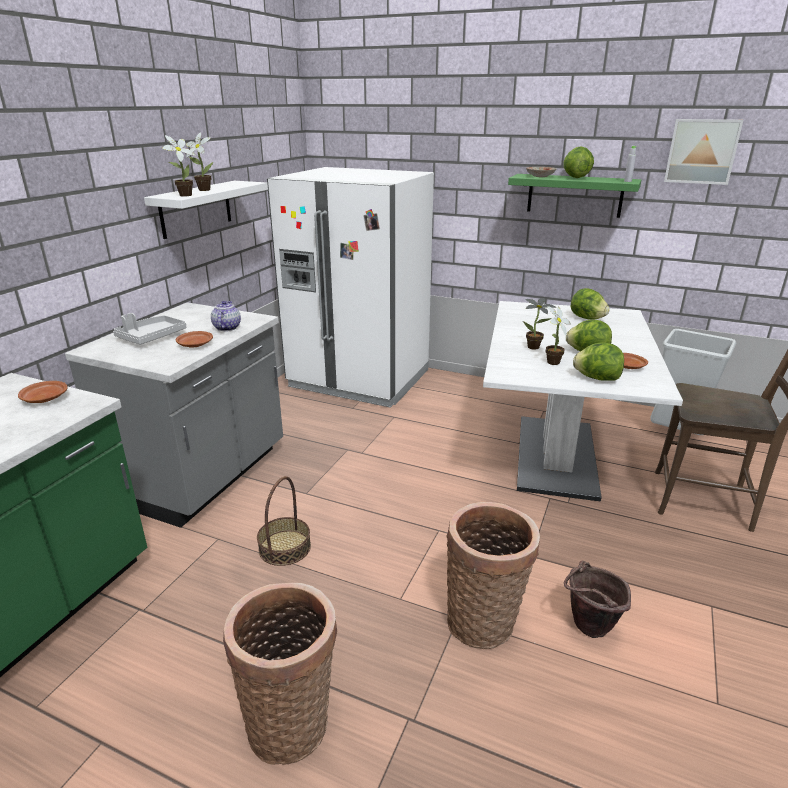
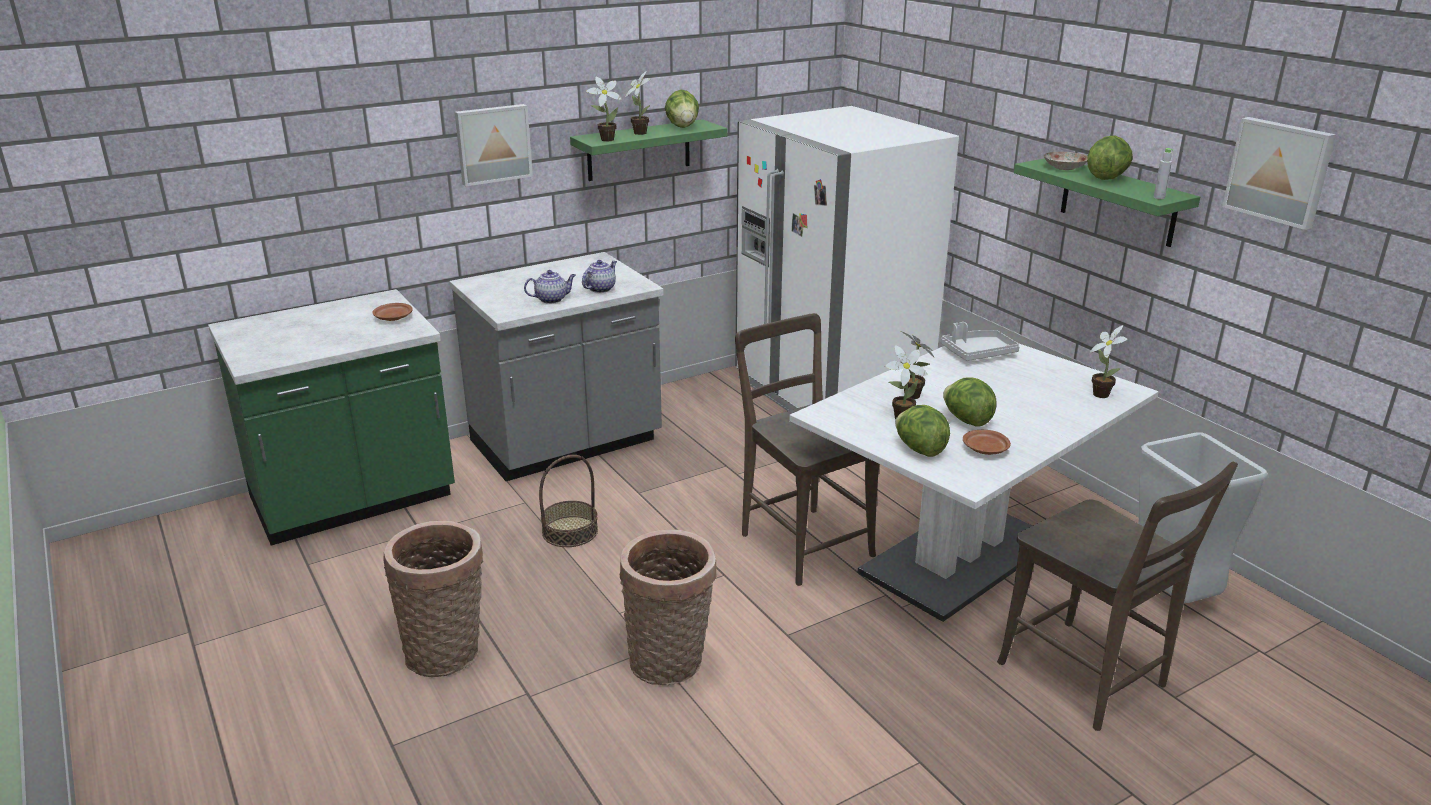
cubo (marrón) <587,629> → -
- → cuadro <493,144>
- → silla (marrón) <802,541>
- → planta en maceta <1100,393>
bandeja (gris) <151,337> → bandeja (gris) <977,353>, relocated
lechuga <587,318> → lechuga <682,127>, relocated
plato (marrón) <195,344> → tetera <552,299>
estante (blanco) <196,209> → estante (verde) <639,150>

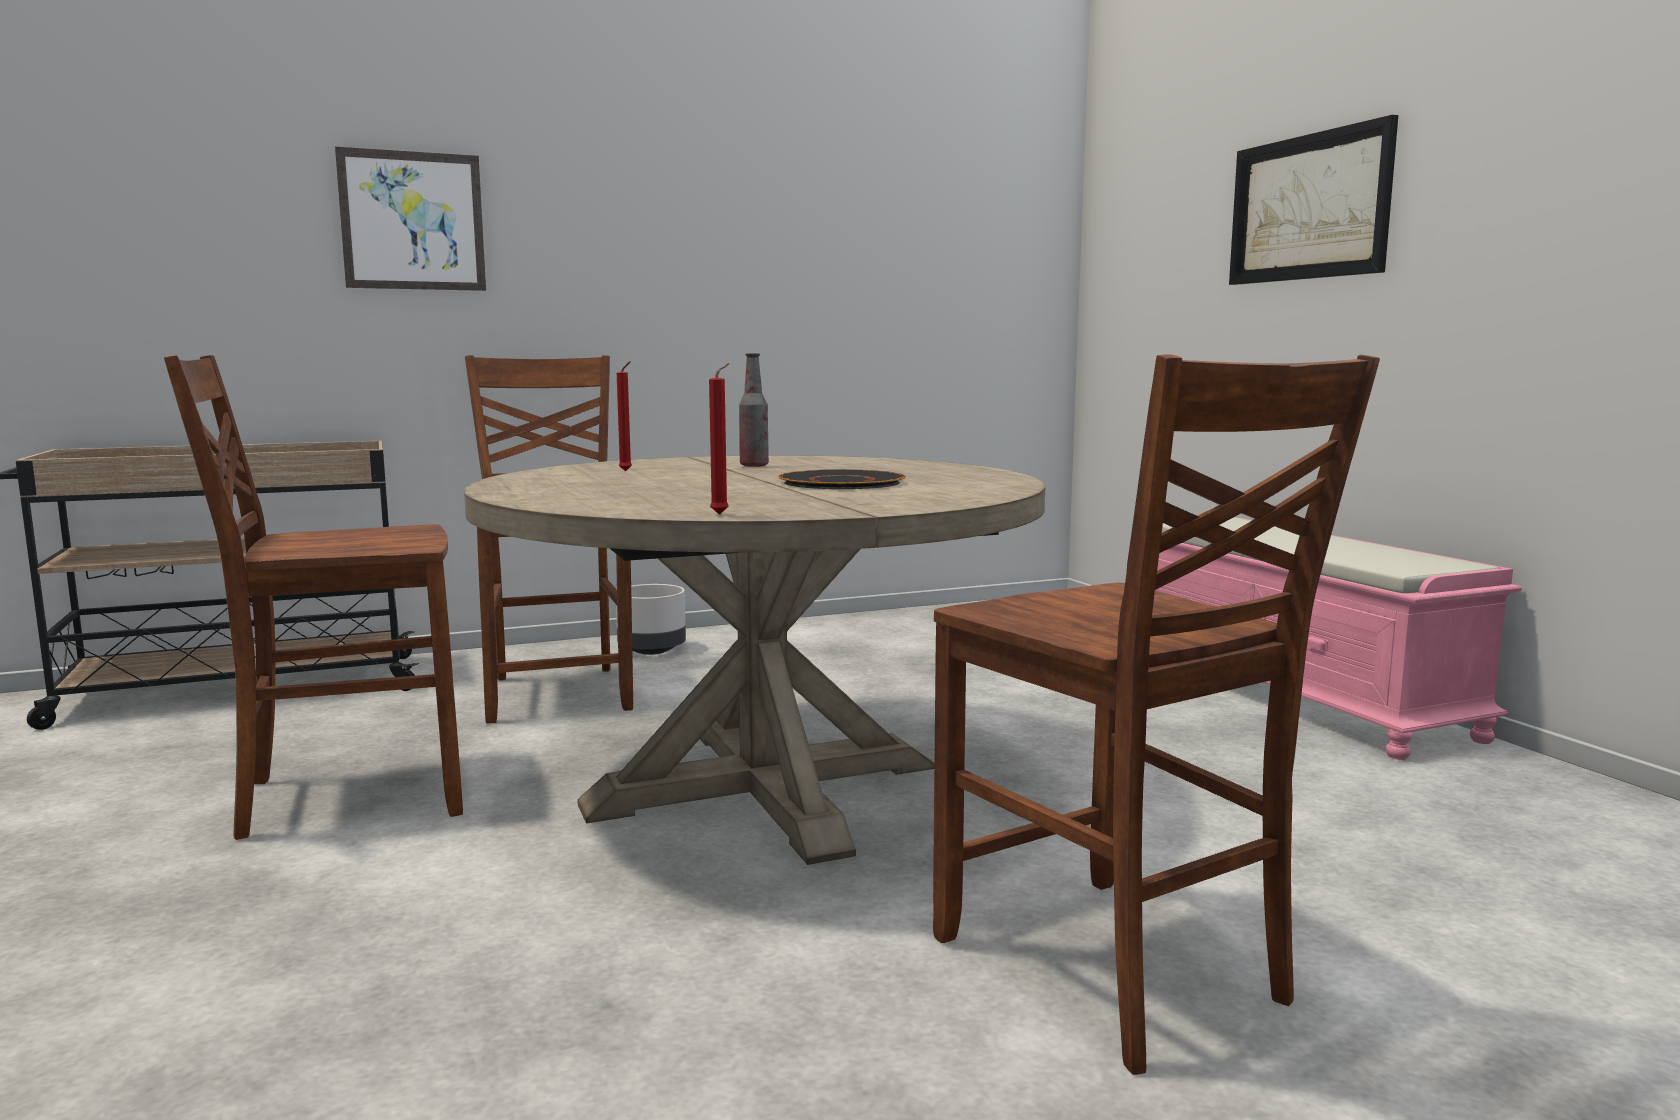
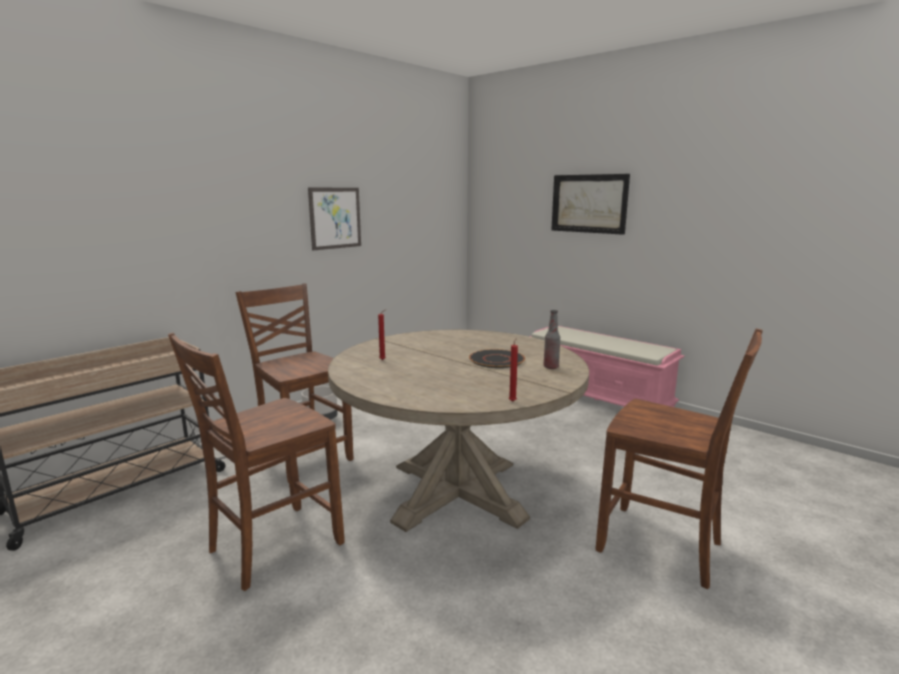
cuadro <412,221> → cuadro <335,218>, relocated
botella <754,465> → botella <551,367>, relocated

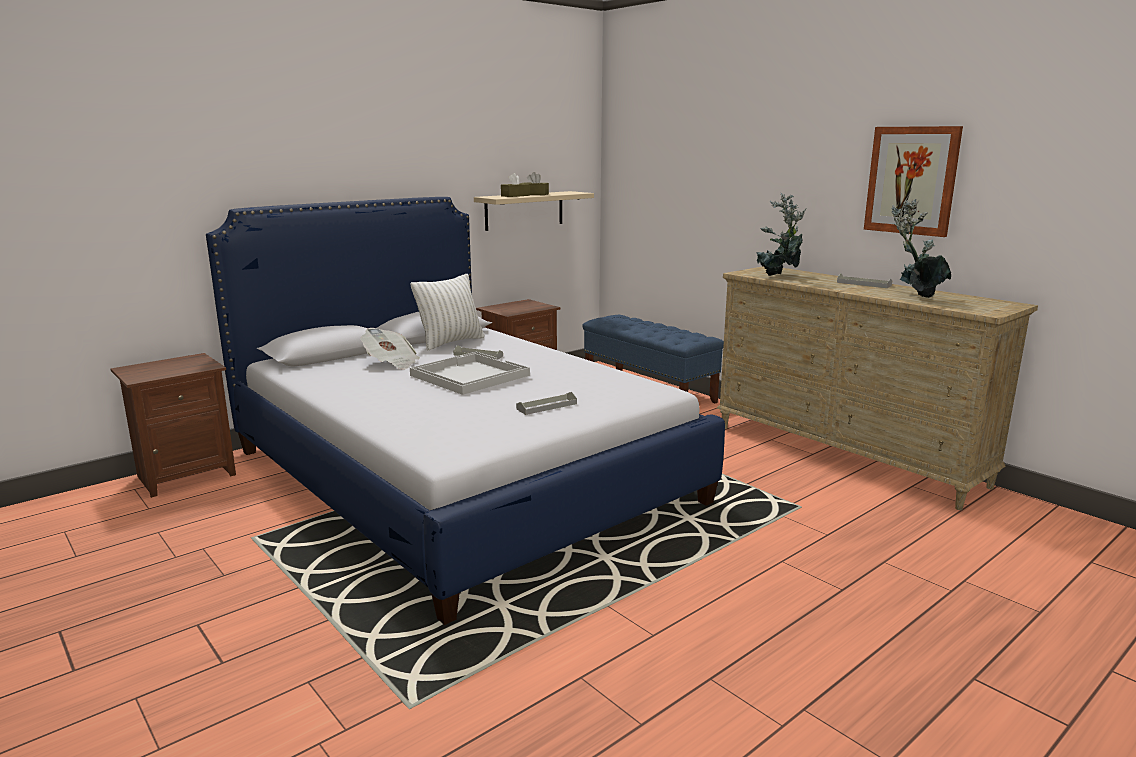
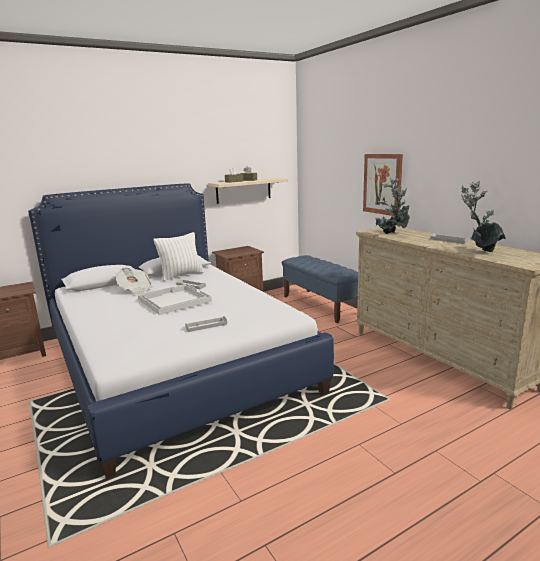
cuadro <911,180> → cuadro <382,184>, relocated

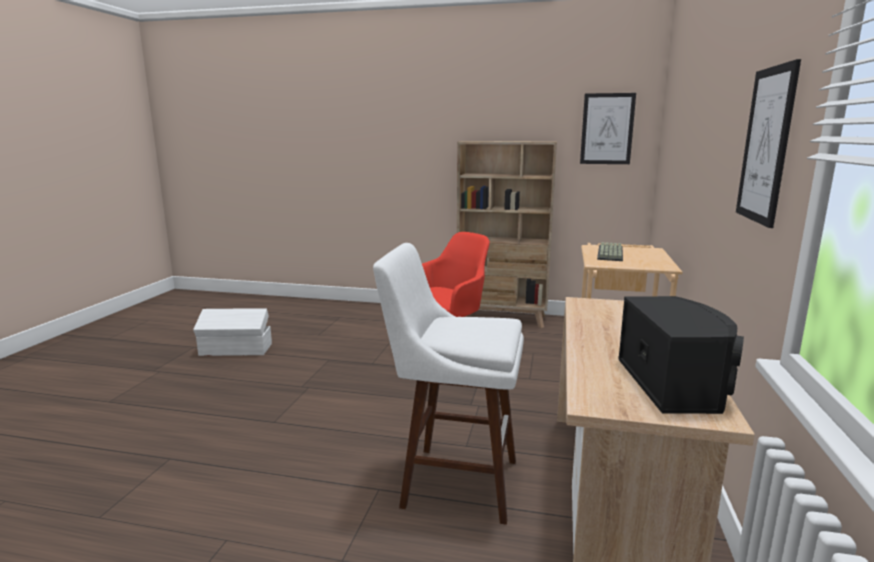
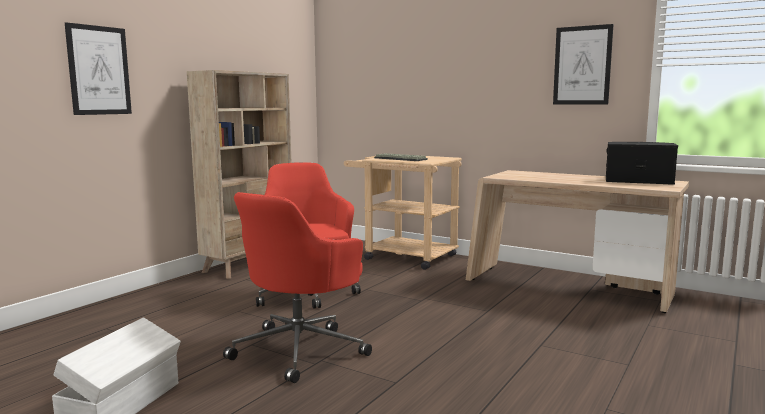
taburete (blanco) <452,481> → -
- → silla de oficina (rojo) <300,349>
cuadro <607,129> → cuadro <99,70>, relocated

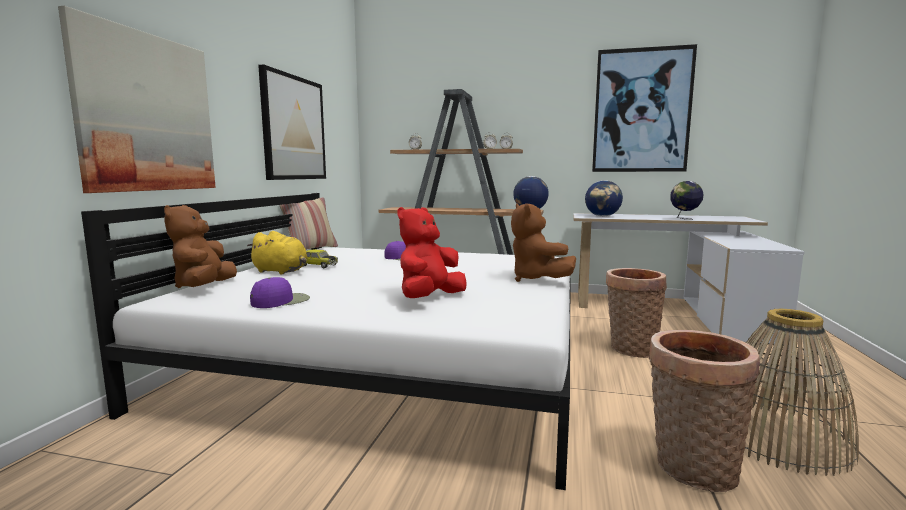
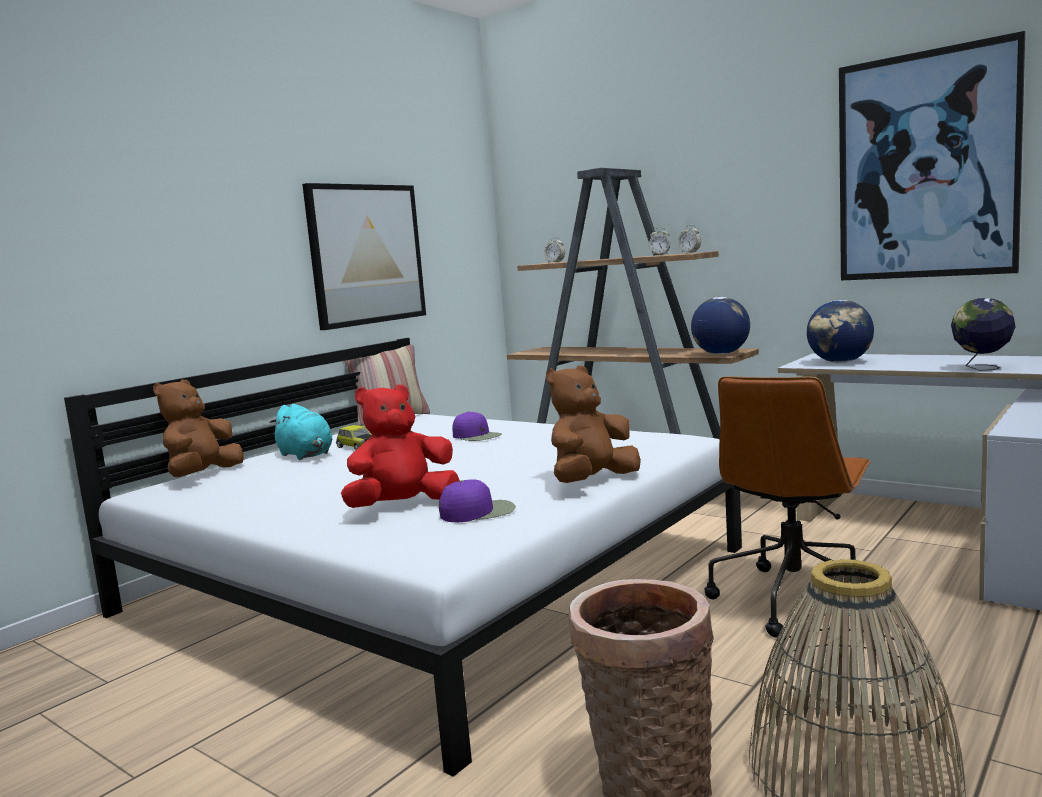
cuadro <147,113> → -
gorra (morado) <281,301> → gorra (morado) <478,512>, relocated
cesta <630,348> → silla de oficina (marrón) <793,599>
peluche (amarillo) <281,271> → peluche (turquesa) <306,455>
peluche (marrón) <536,279> → peluche (marrón) <592,481>, 45 degrees clockwise

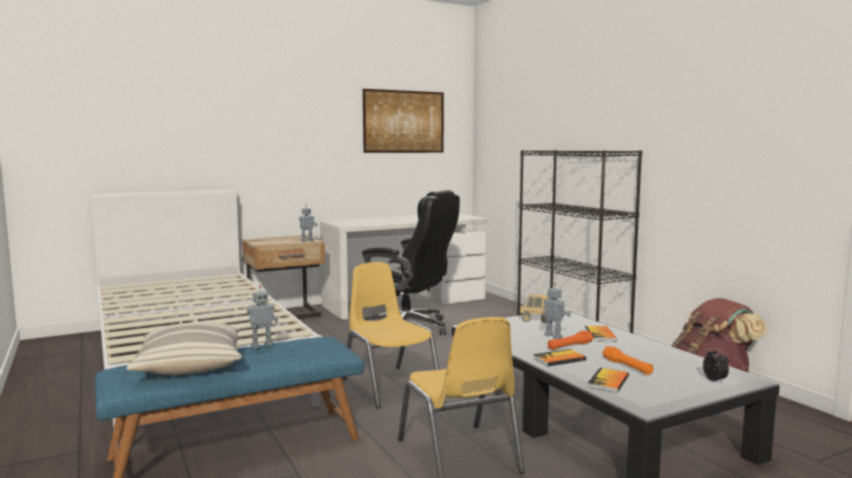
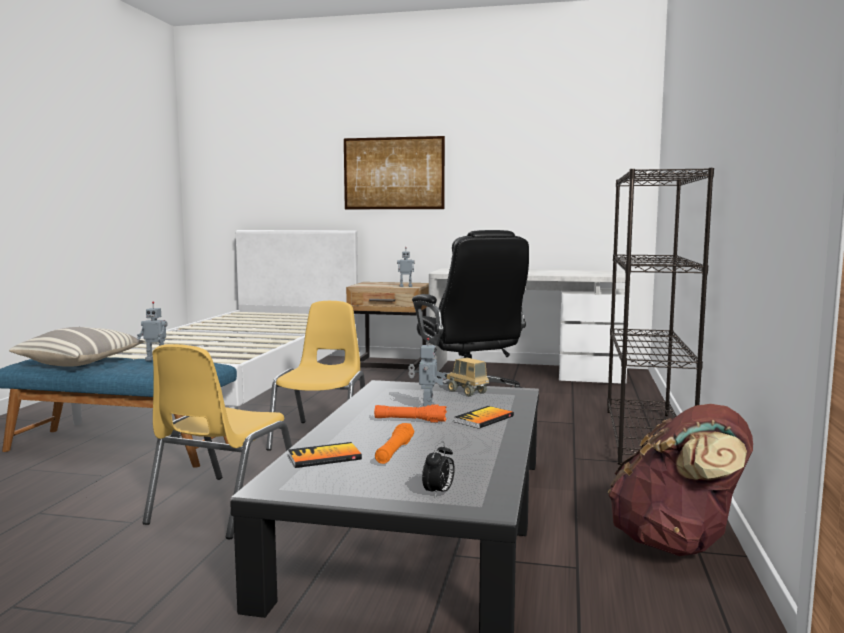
libro <559,359> → -
cuadro <404,121> → cuadro <393,173>, relocated

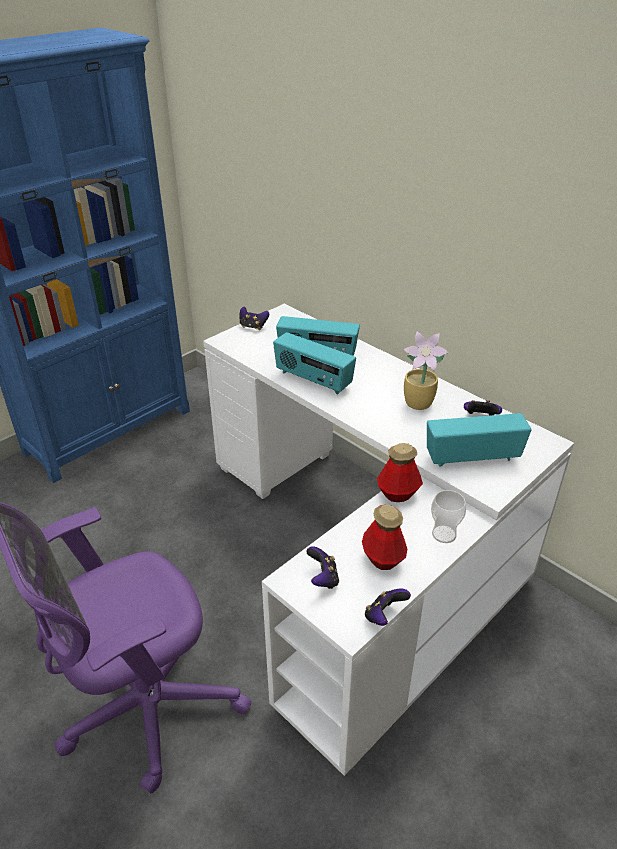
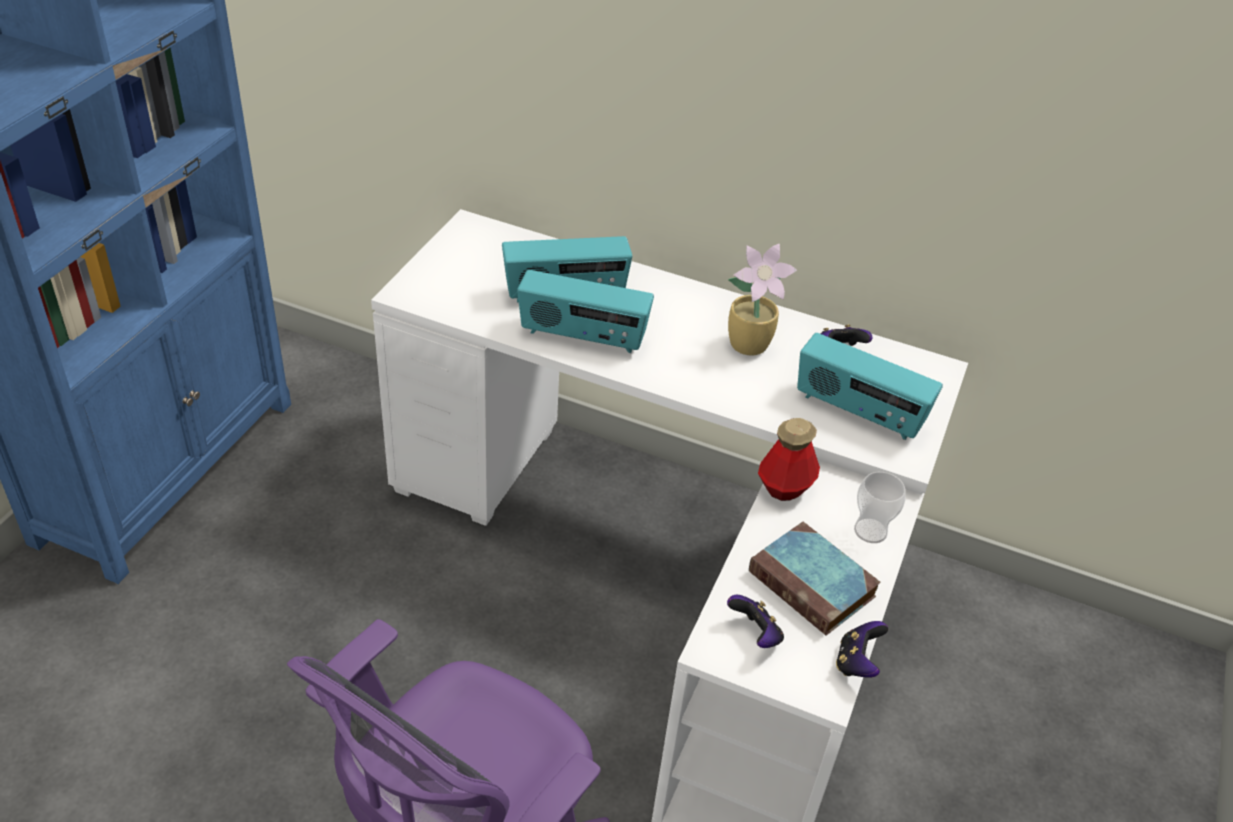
mando de consola <253,327> → -
botella <383,558> → libro <814,585>
radio <472,457> → radio <858,412>, 120 degrees counterclockwise

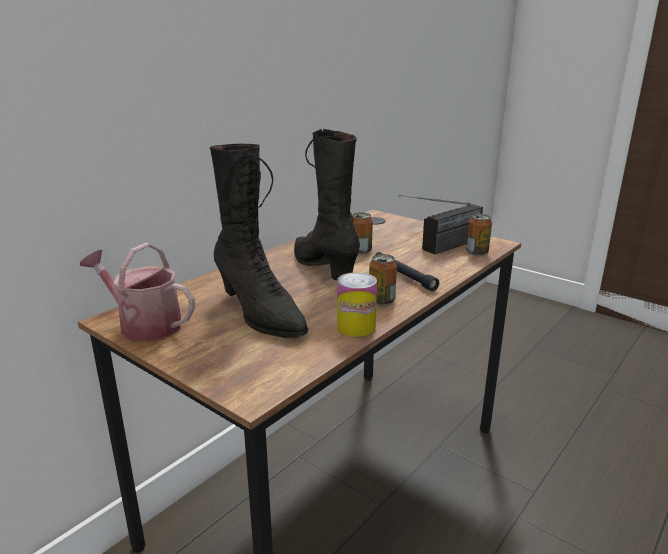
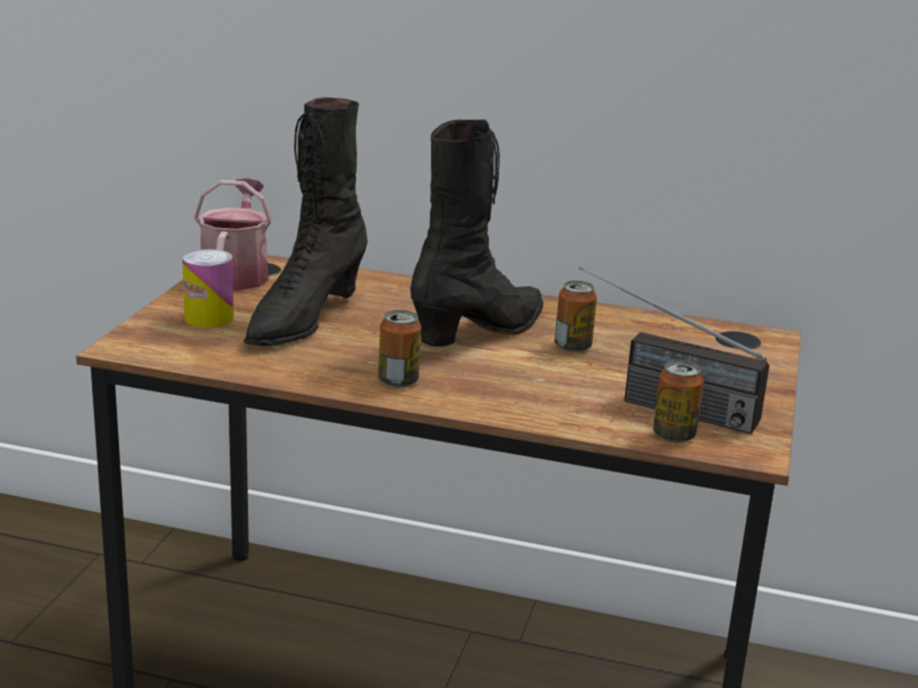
linterna (negro) <403,275> → -
lata <356,327> → lata <209,318>, relocated

